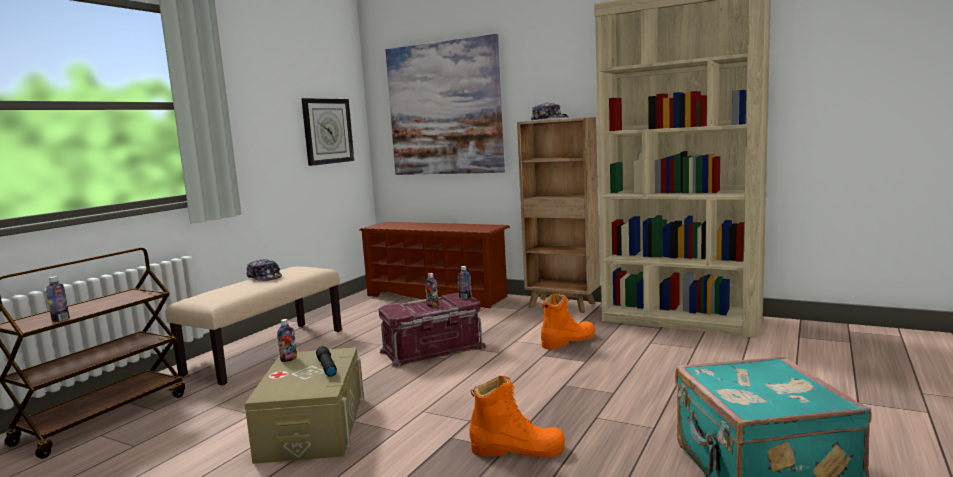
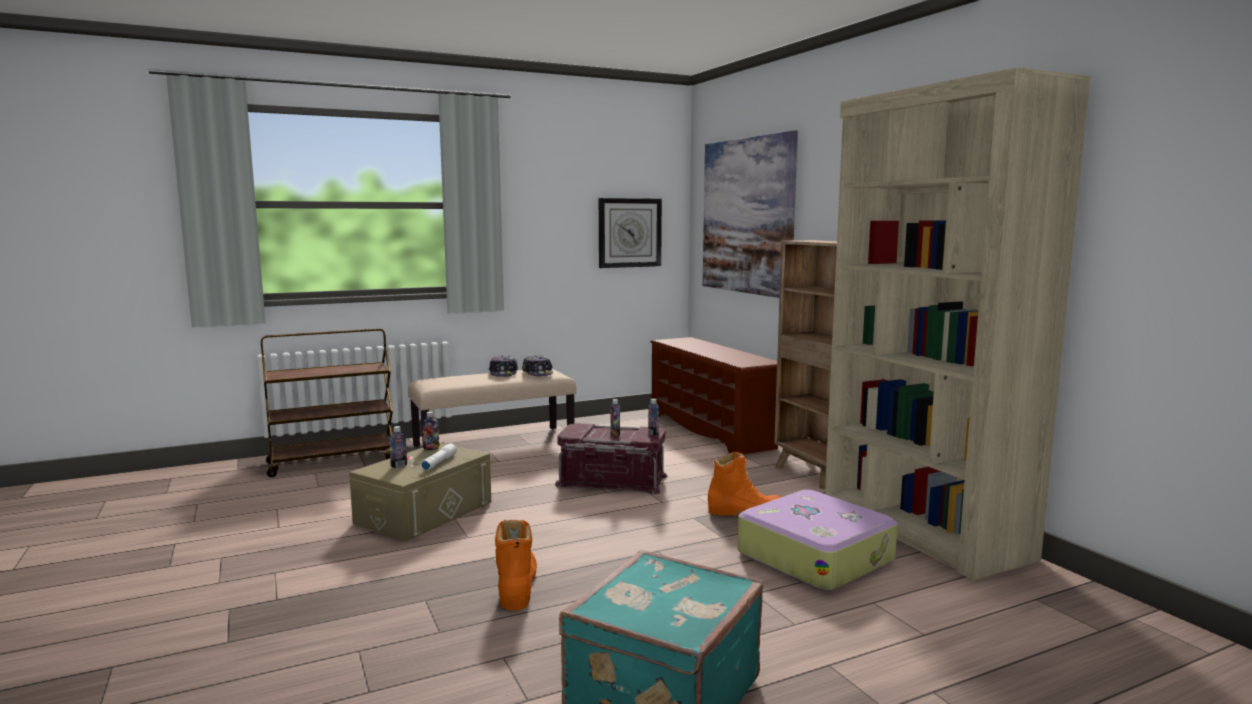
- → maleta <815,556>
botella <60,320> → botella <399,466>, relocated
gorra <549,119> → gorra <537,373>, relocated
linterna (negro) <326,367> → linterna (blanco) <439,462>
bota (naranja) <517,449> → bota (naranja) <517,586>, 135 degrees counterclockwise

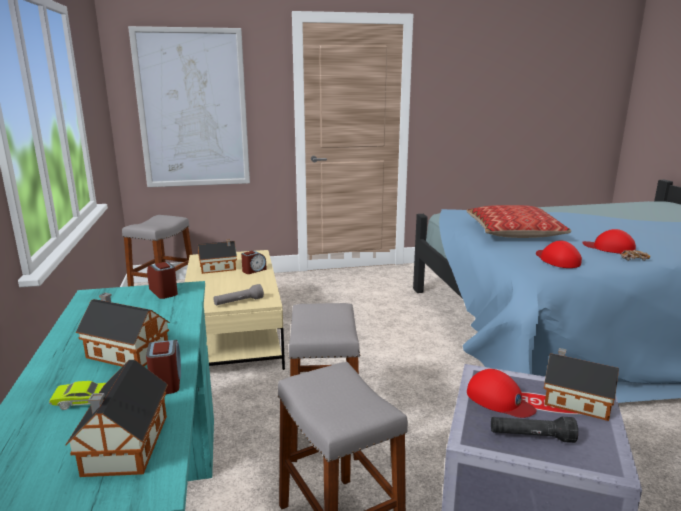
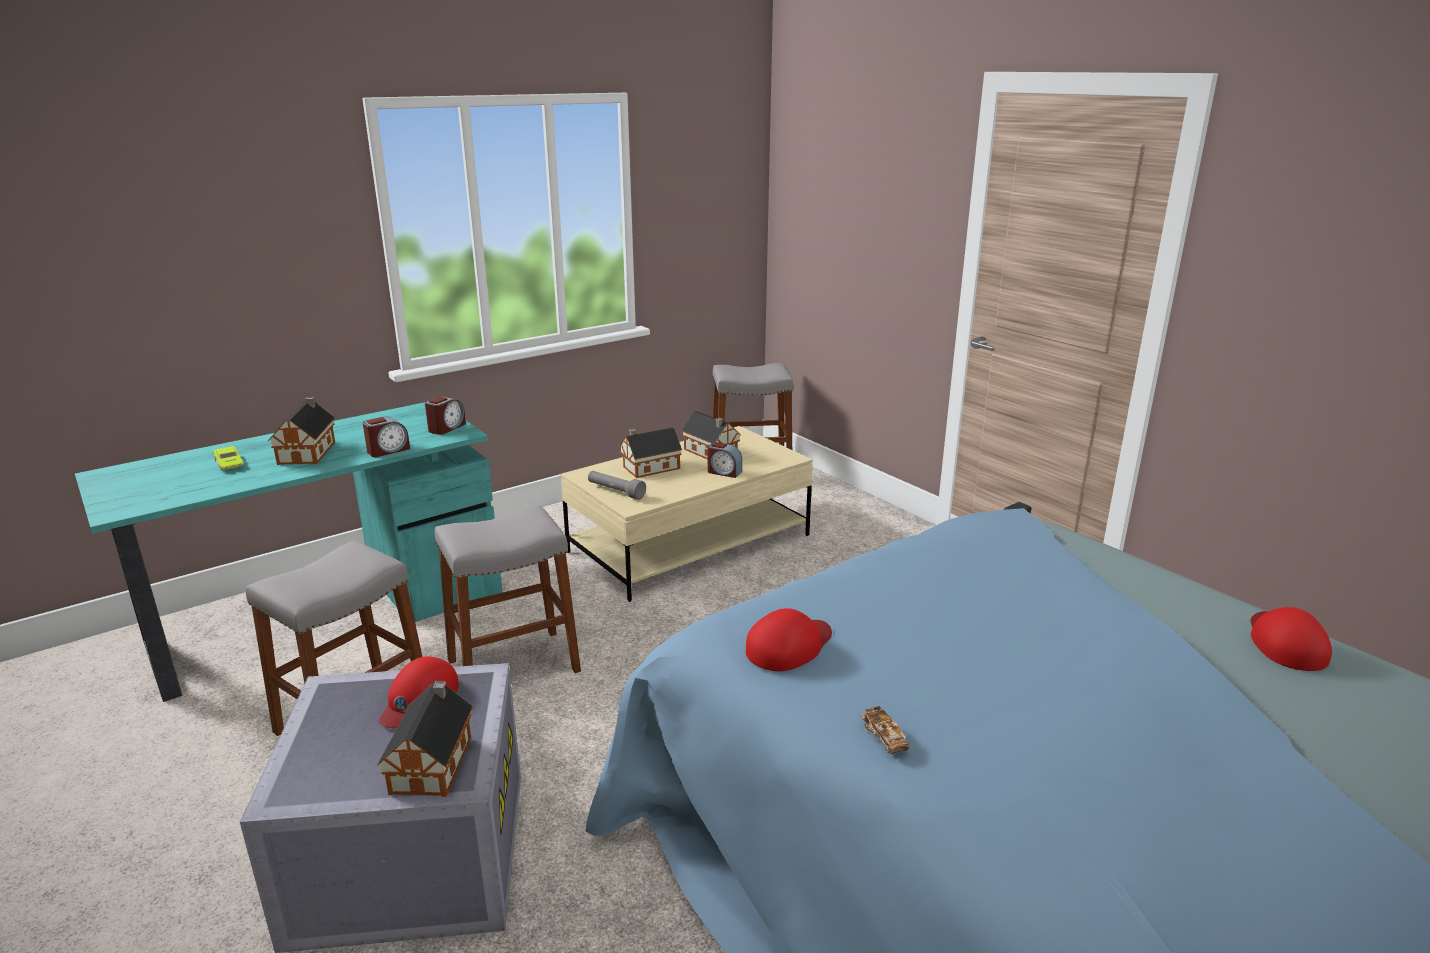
cuadro <193,109> → -
cojín <514,232> → -
linterna (negro) <531,437> → -
casita <124,447> → casita <649,468>, relocated
despertador <166,381> → despertador <388,450>, relocated
gorra (rojo) <609,248> → gorra (rojo) <1285,643>, relocated

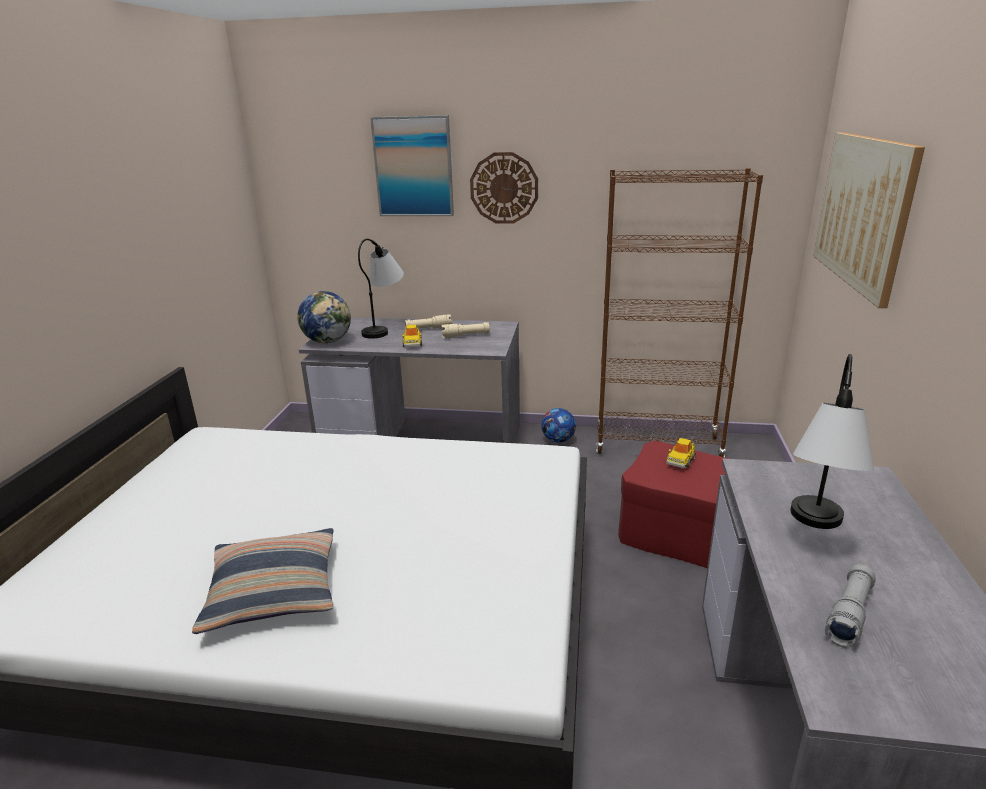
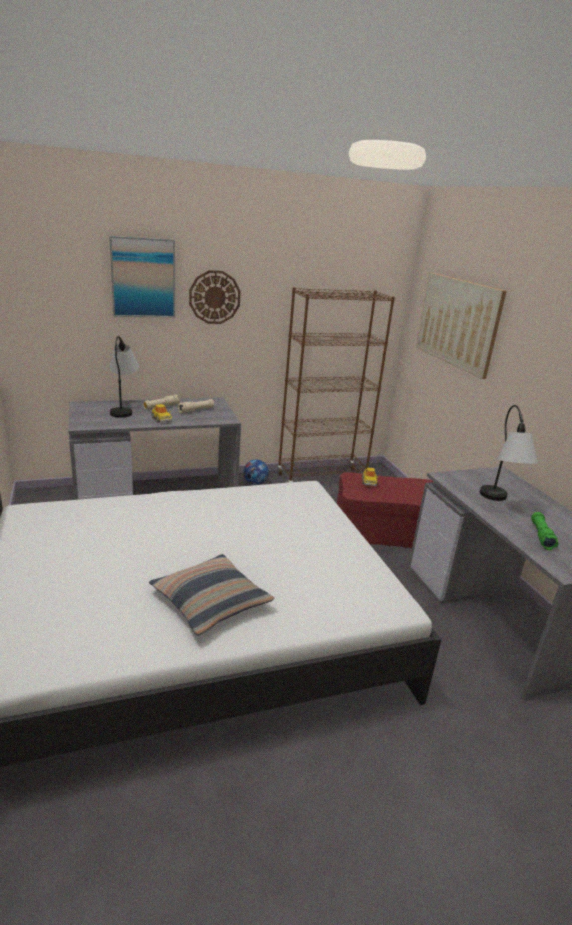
globo terráqueo <328,341> → -
linterna (gris) <849,614> → linterna (verde) <541,536>

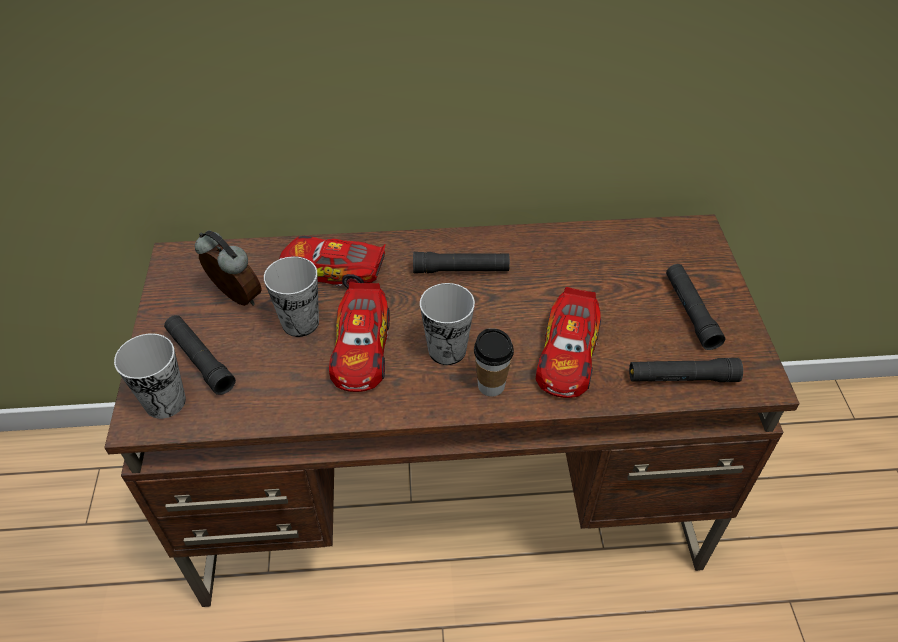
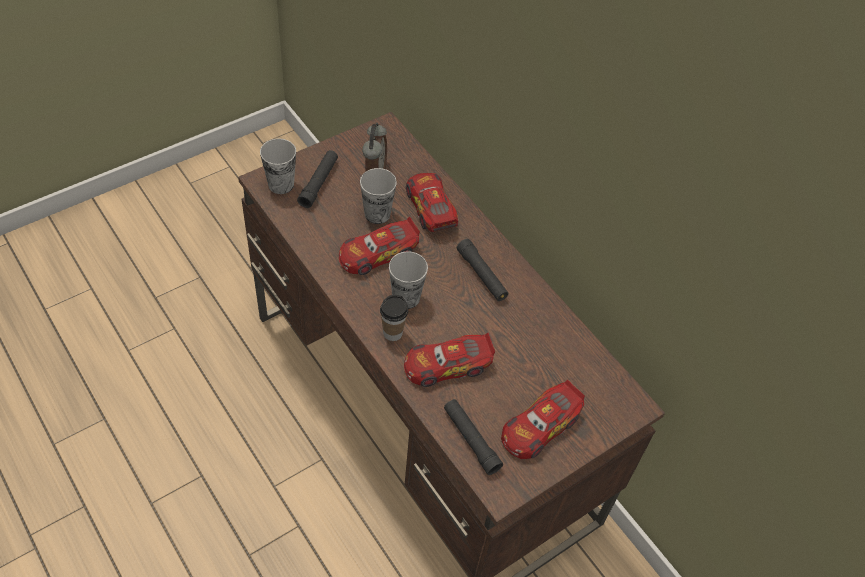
linterna (negro) <690,312> → coche de juguete <539,427>

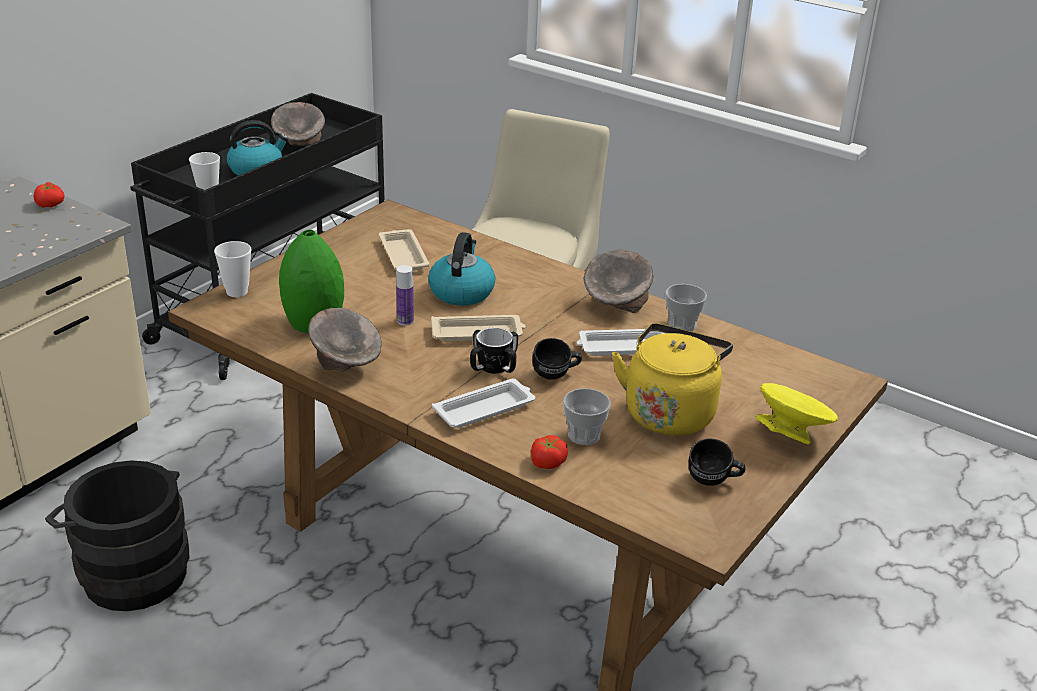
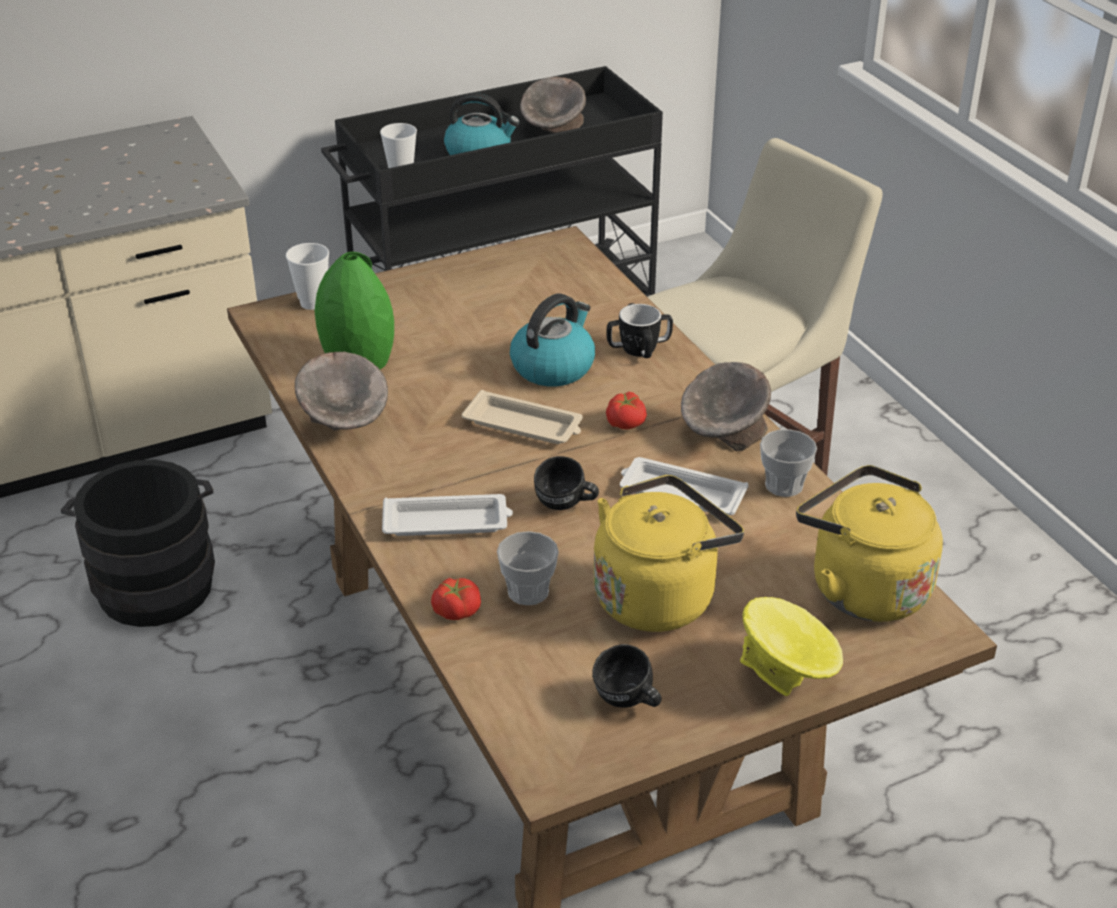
bandeja (beis) <403,255> → -
botella <405,321> → -
- → hervidor (amarillo) <862,587>
tomate <50,204> → tomate <626,422>, relocated
taza grande <493,367> → taza grande <638,349>, relocated

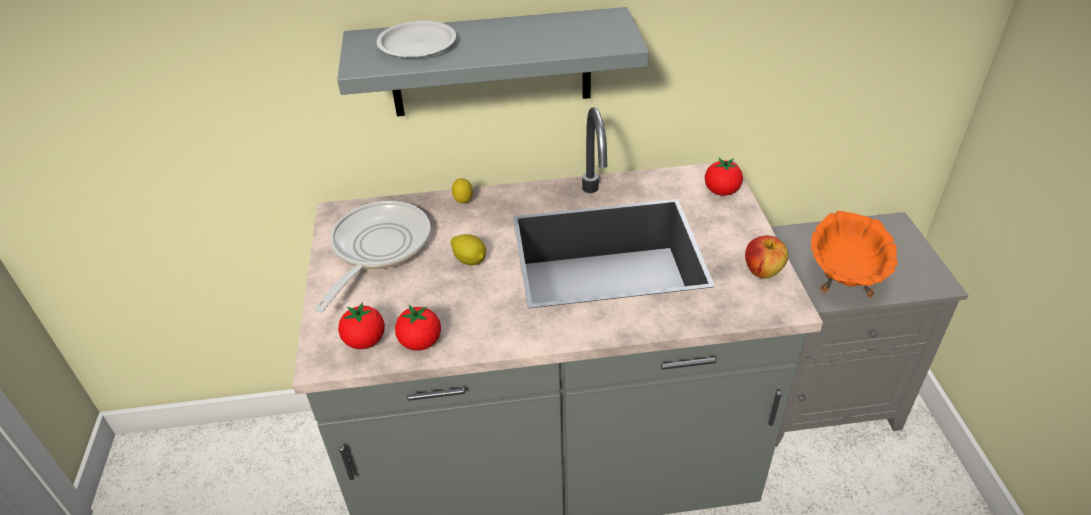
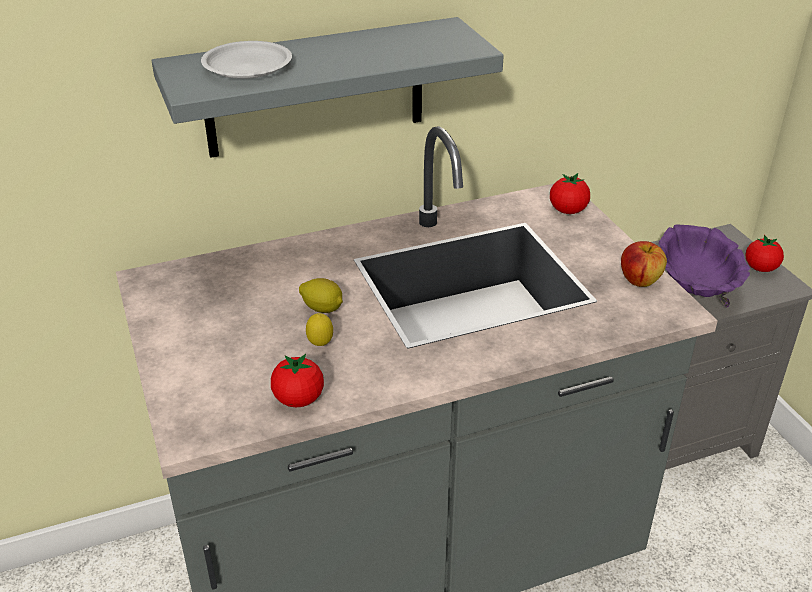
sartén <377,249> → -
tomate <365,341> → tomate <760,268>, relocated
limón <463,203> → limón <320,345>, relocated
cuenco (naranja) <844,275> → cuenco (morado) <694,289>

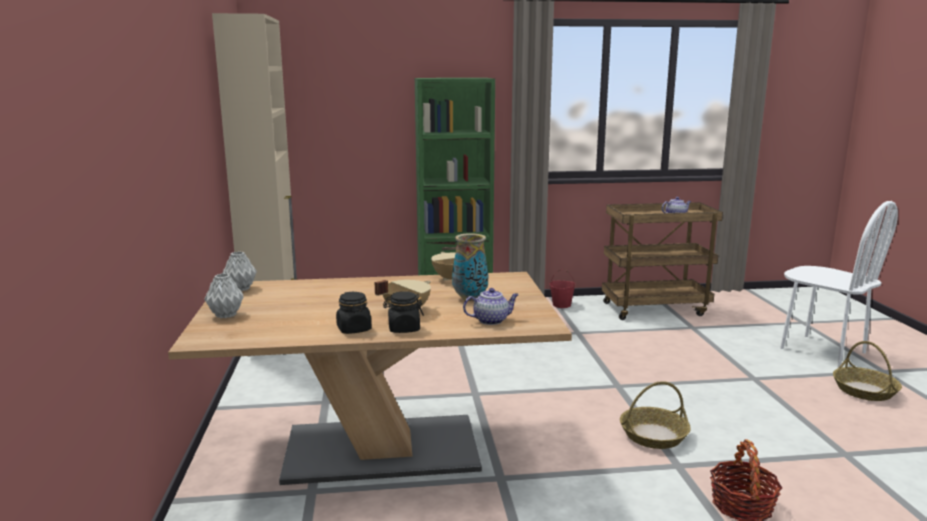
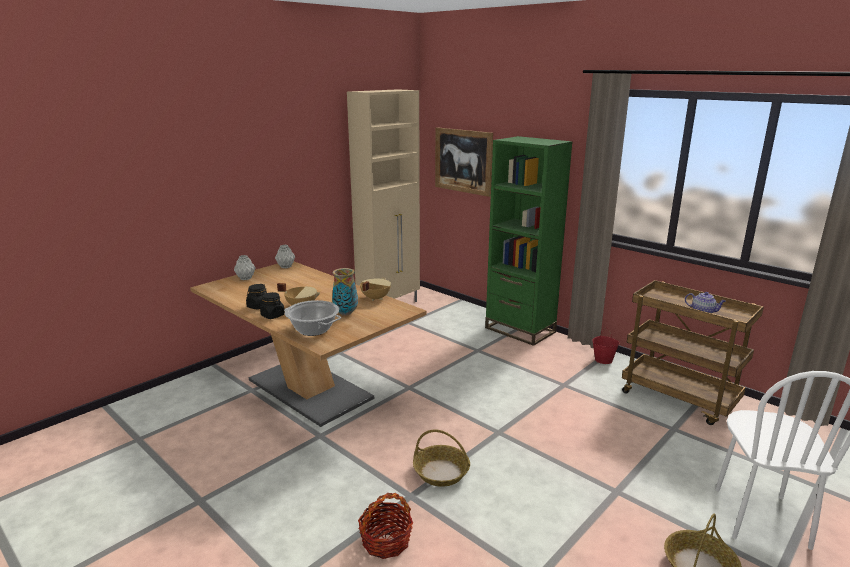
- → cuadro <463,161>
tetera <491,320> → olla <313,330>

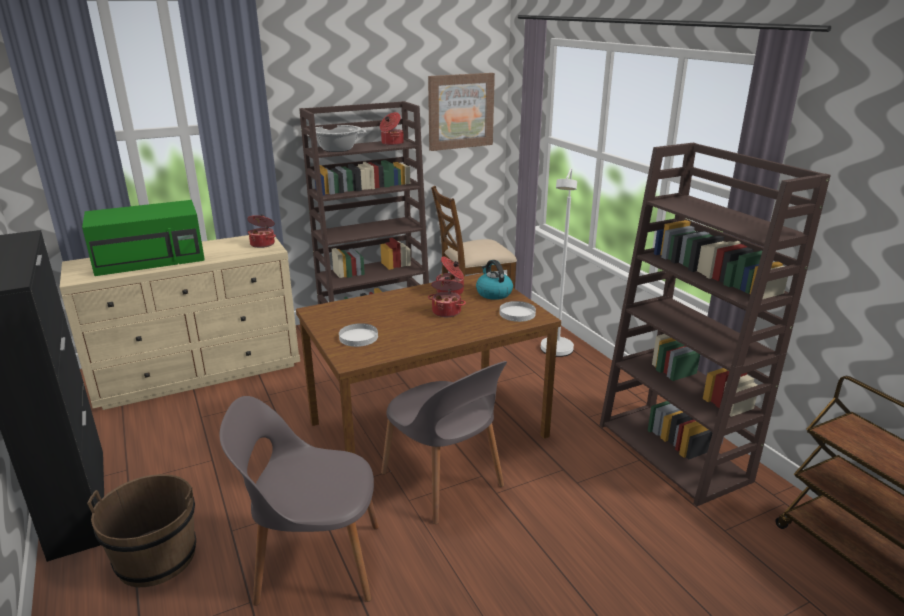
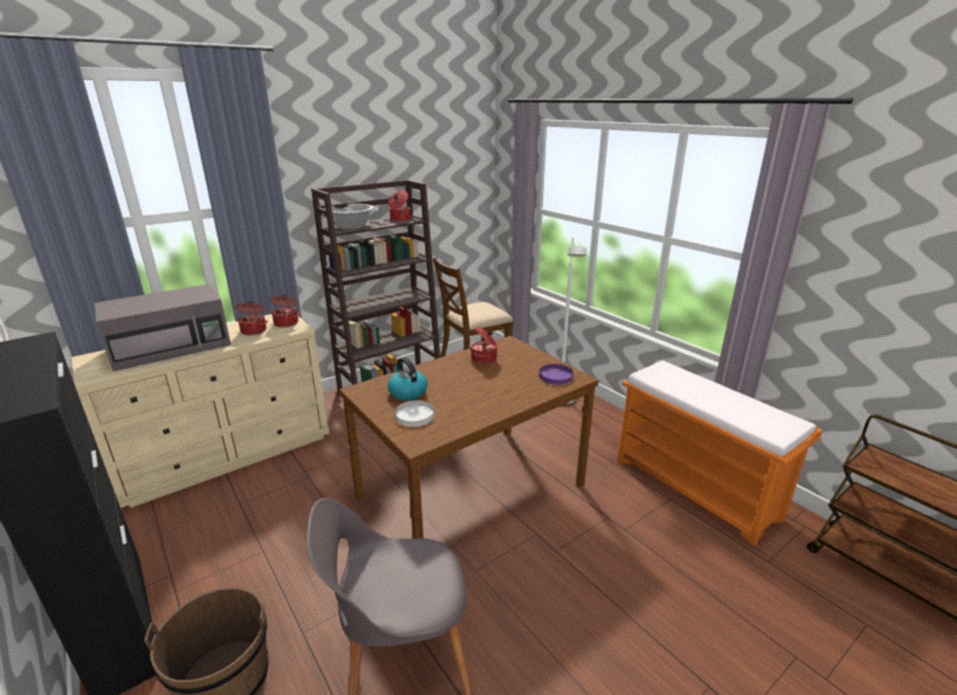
silla (gris) <443,481> → -
cuadro <460,111> → -
olla <447,311> → olla <254,330>, relocated
hervidor <493,293> → hervidor <407,392>, relocated
estantería (marrón) <674,452> → banco (naranja) <696,488>
microondas (verde) <151,258> → microondas (gris) <172,346>
plato (blanco) <517,313> → plato (morado) <555,376>

